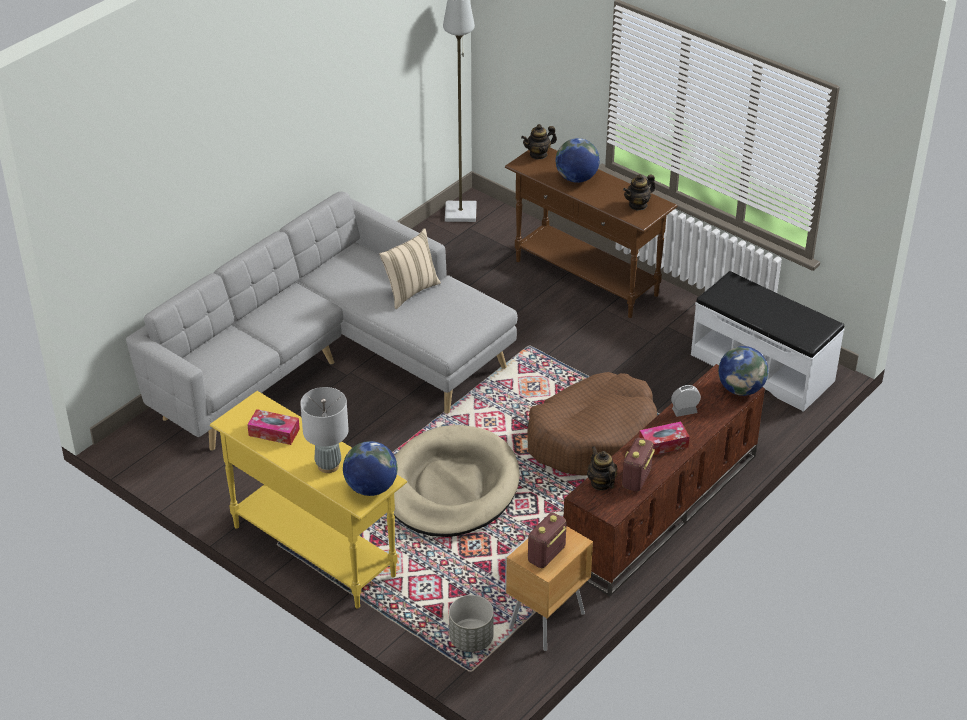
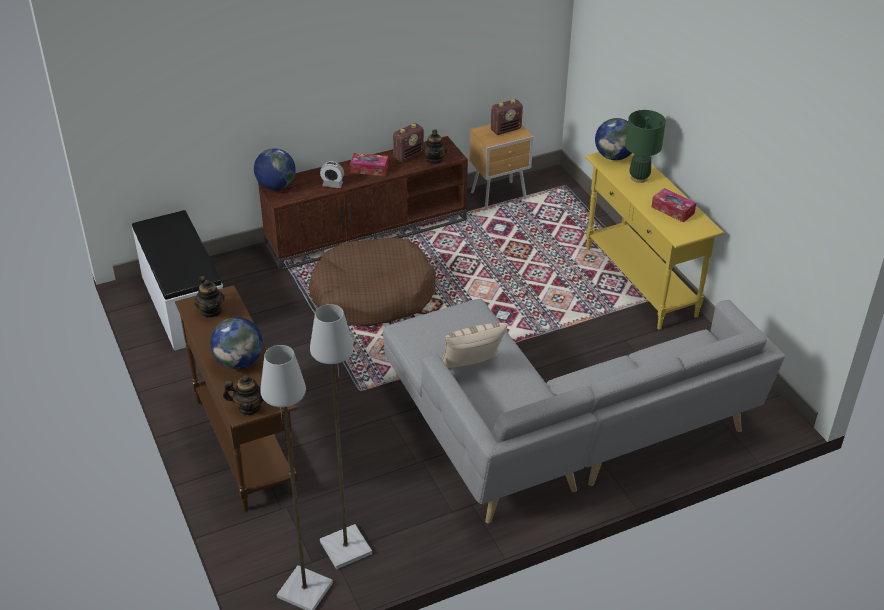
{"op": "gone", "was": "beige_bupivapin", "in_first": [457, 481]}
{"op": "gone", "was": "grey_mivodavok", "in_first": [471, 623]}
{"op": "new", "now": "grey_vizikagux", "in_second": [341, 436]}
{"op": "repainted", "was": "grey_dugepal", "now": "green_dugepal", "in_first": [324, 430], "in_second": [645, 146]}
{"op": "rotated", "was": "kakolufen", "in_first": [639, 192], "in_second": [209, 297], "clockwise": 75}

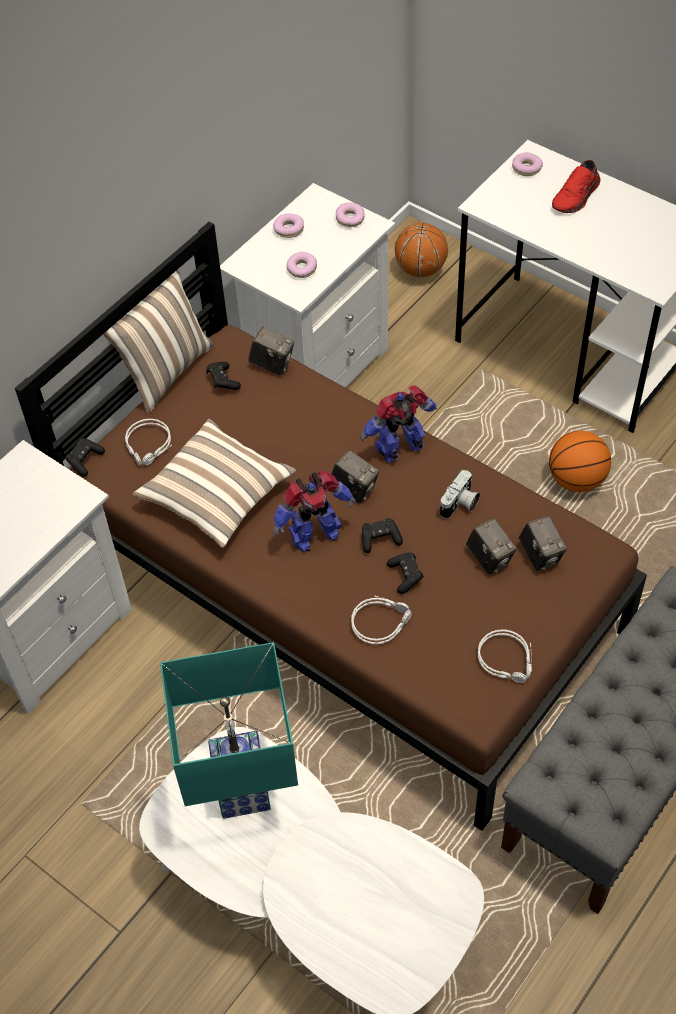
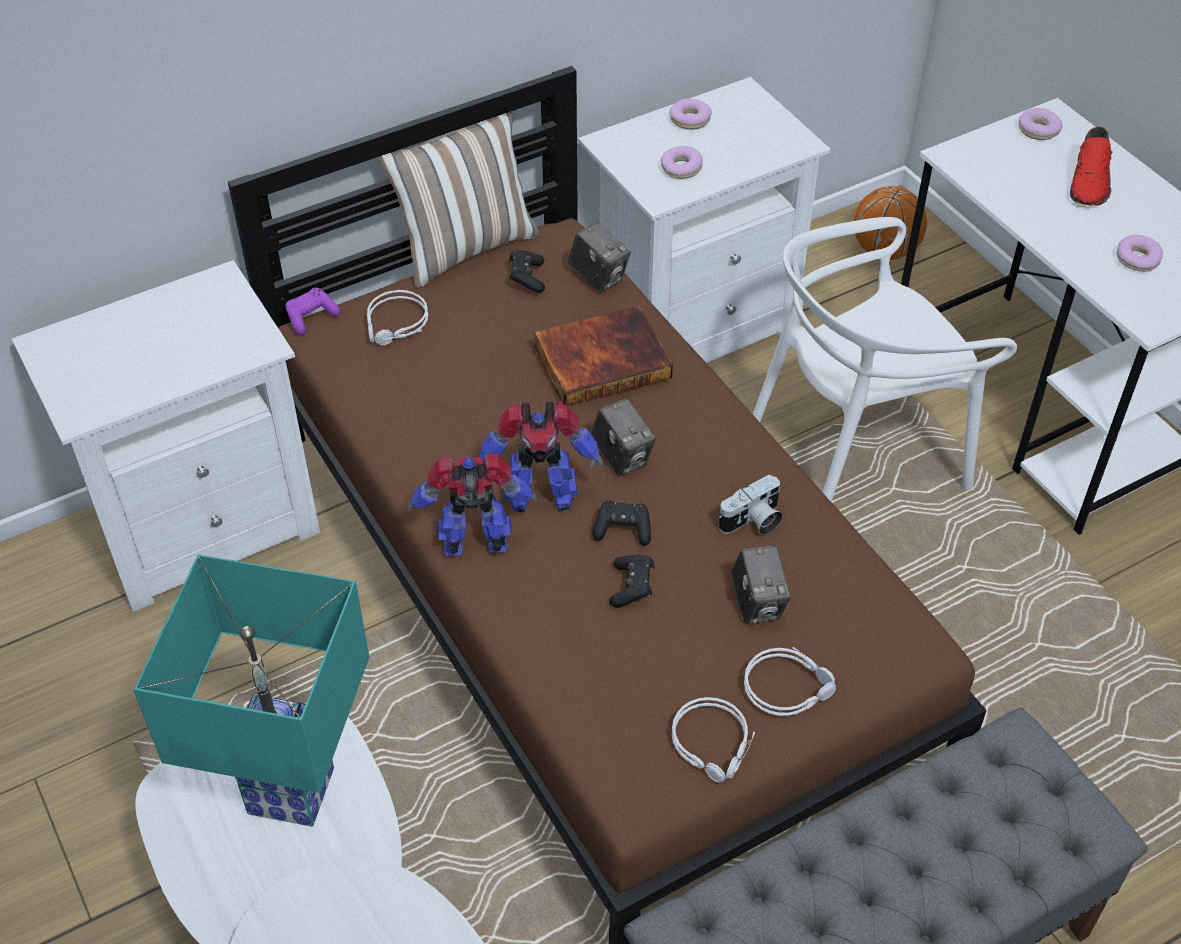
{"op": "gone", "was": "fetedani", "in_first": [214, 483]}
{"op": "gone", "was": "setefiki", "in_first": [543, 543]}
{"op": "gone", "was": "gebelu", "in_first": [580, 461]}
{"op": "new", "now": "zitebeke", "in_second": [603, 356]}
{"op": "new", "now": "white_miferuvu", "in_second": [885, 359]}
{"op": "shifted", "was": "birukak", "in_first": [350, 214], "in_second": [1140, 253]}
{"op": "shifted", "was": "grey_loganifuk", "in_first": [381, 620], "in_second": [790, 681]}
{"op": "shifted", "was": "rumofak", "in_first": [398, 423], "in_second": [472, 504]}
{"op": "repainted", "was": "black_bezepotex", "now": "purple_bezepotex", "in_first": [85, 457], "in_second": [312, 311]}
{"op": "rotated", "was": "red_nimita", "in_first": [576, 186], "in_second": [1091, 166], "clockwise": -45}

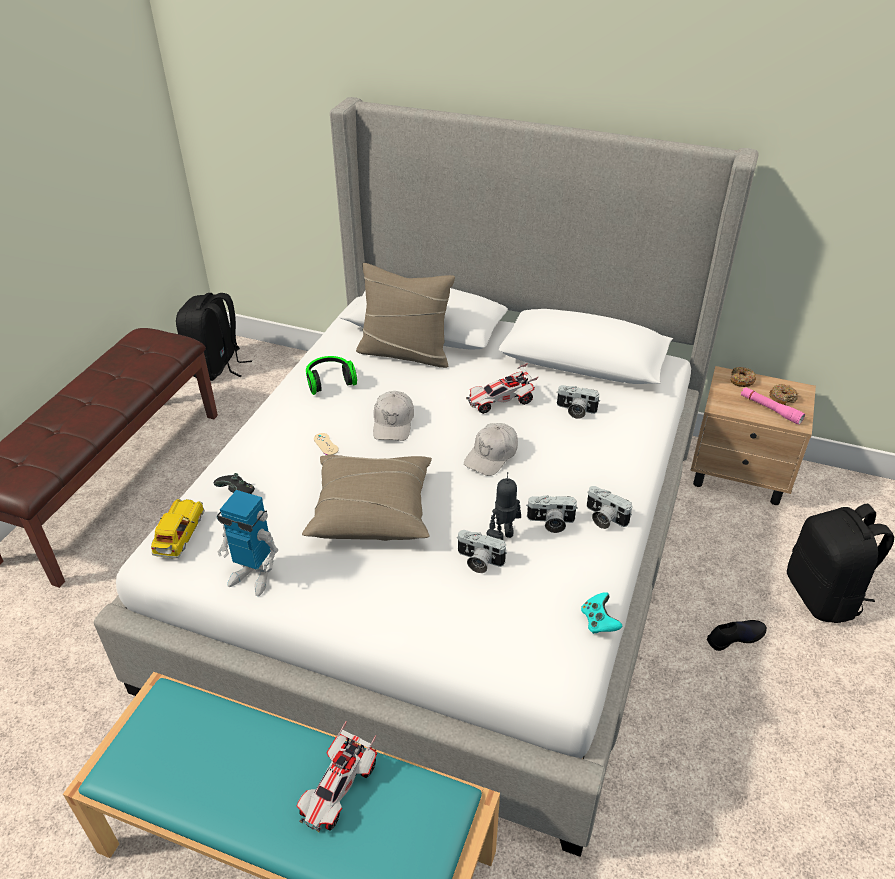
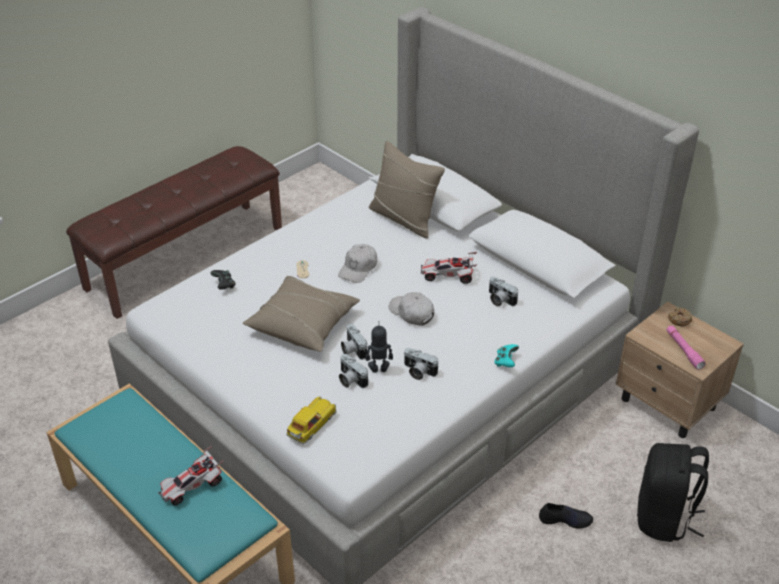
{"op": "gone", "was": "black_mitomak", "in_first": [214, 337]}
{"op": "gone", "was": "rumofak", "in_first": [247, 543]}
{"op": "gone", "was": "loganifuk", "in_first": [331, 375]}
{"op": "gone", "was": "birukak", "in_first": [783, 394]}
{"op": "shifted", "was": "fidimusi", "in_first": [178, 529], "in_second": [311, 420]}
{"op": "shifted", "was": "turquoise_bezepotex", "in_first": [601, 613], "in_second": [506, 355]}
{"op": "shifted", "was": "setefiki", "in_first": [609, 507], "in_second": [354, 342]}
{"op": "rotated", "was": "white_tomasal", "in_first": [491, 449], "in_second": [411, 309], "clockwise": 75}

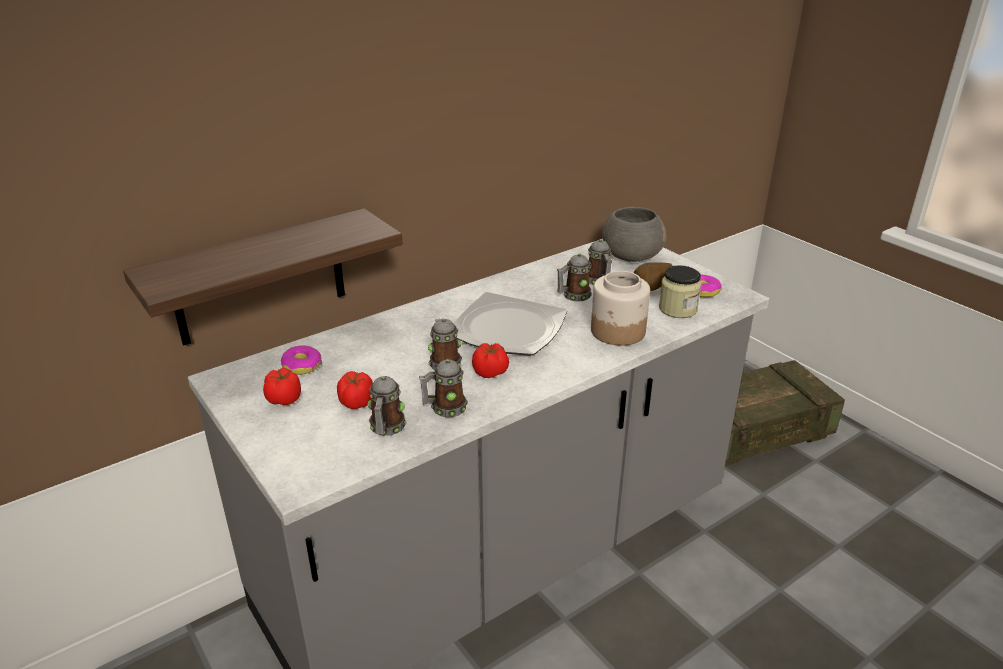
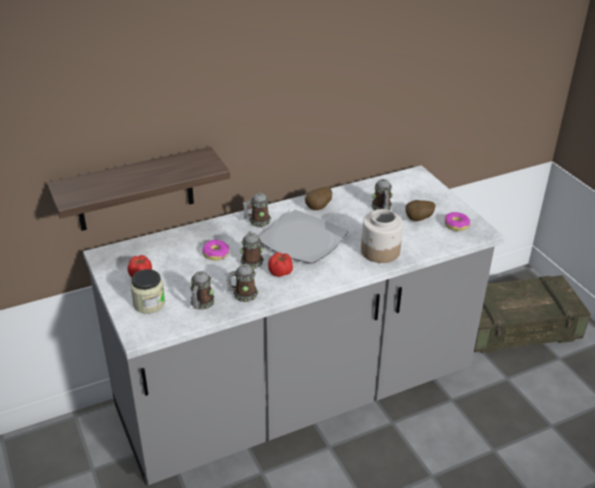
{"op": "gone", "was": "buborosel", "in_first": [355, 390]}
{"op": "gone", "was": "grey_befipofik", "in_first": [634, 234]}
{"op": "new", "now": "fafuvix", "in_second": [318, 198]}
{"op": "shifted", "was": "birukak", "in_first": [301, 360], "in_second": [215, 250]}
{"op": "shifted", "was": "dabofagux", "in_first": [574, 277], "in_second": [257, 210]}
{"op": "shifted", "was": "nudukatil", "in_first": [680, 291], "in_second": [148, 291]}

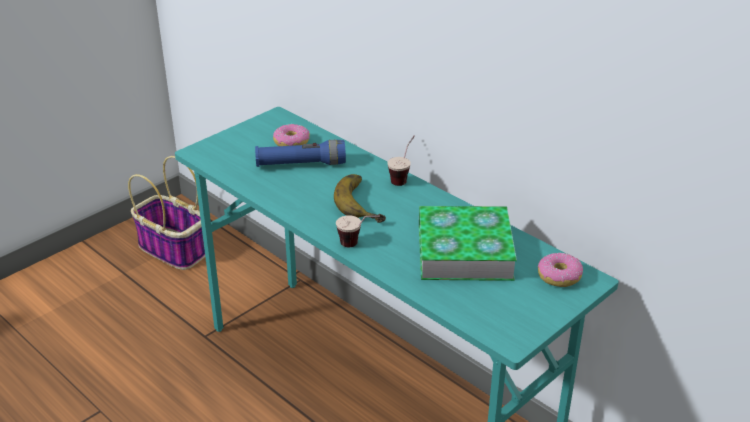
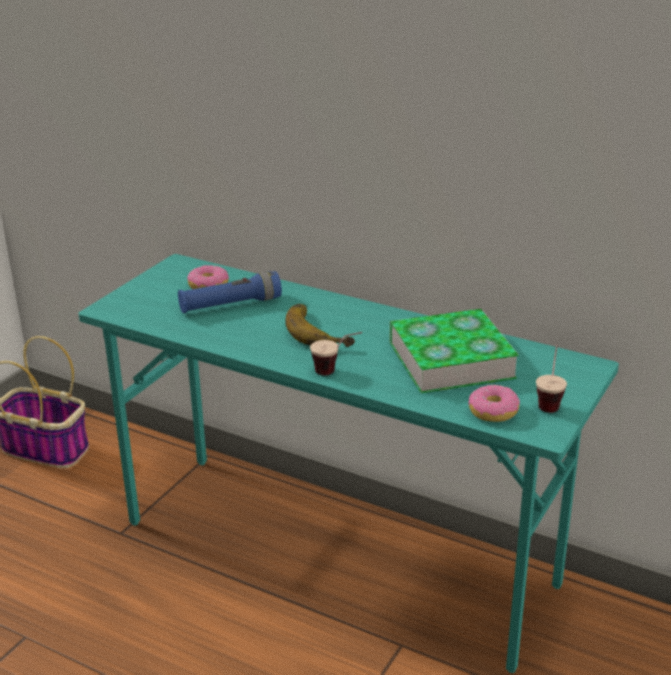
{"op": "shifted", "was": "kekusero", "in_first": [401, 161], "in_second": [551, 379]}
{"op": "shifted", "was": "birukak", "in_first": [560, 270], "in_second": [494, 403]}

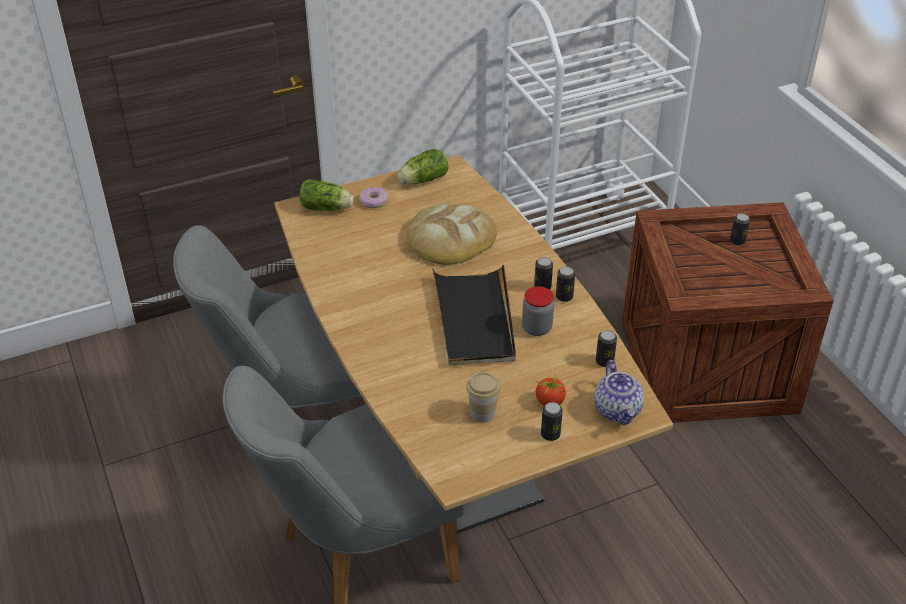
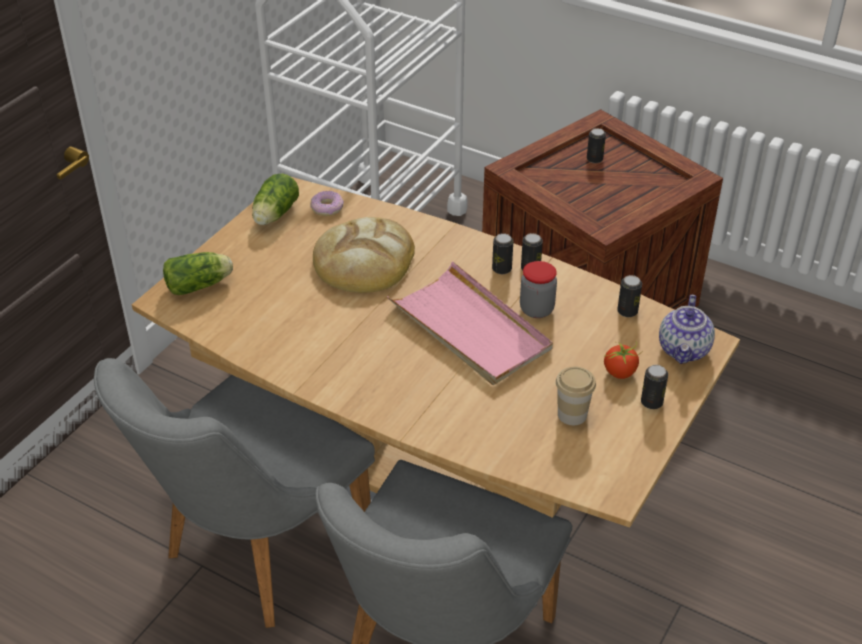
{"op": "shifted", "was": "birukak", "in_first": [373, 197], "in_second": [327, 203]}
{"op": "repainted", "was": "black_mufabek", "now": "pink_mufabek", "in_first": [474, 315], "in_second": [470, 323]}
{"op": "rotated", "was": "kakolufen", "in_first": [619, 393], "in_second": [687, 329], "clockwise": 60}

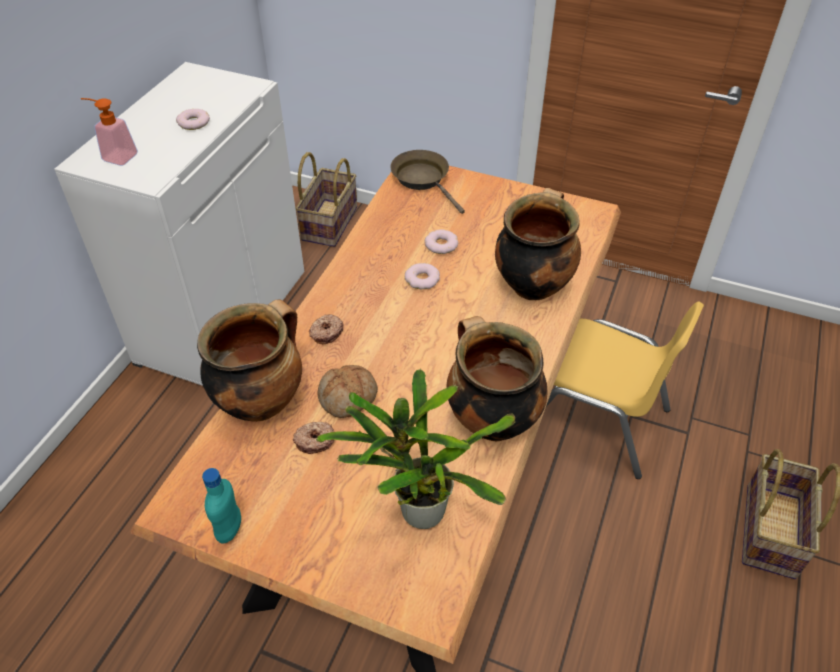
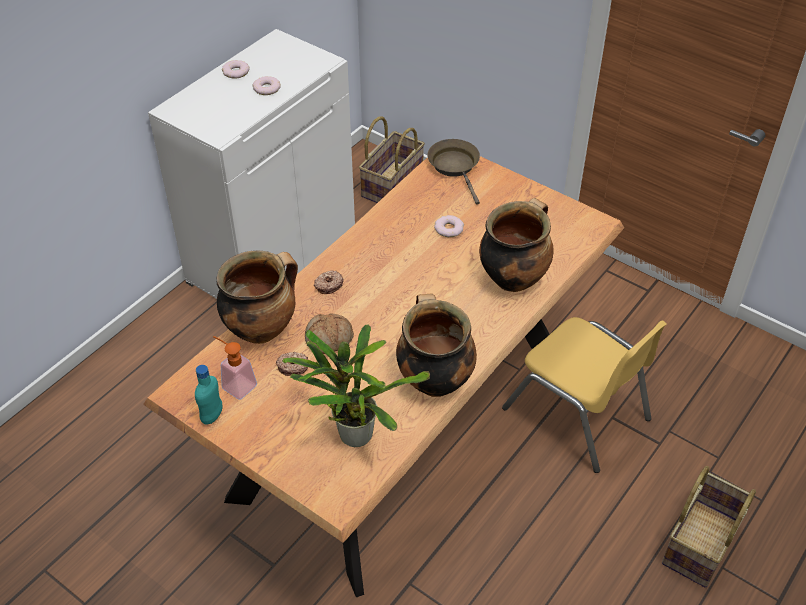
{"op": "shifted", "was": "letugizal", "in_first": [109, 132], "in_second": [235, 368]}
{"op": "shifted", "was": "birukak", "in_first": [422, 276], "in_second": [236, 69]}

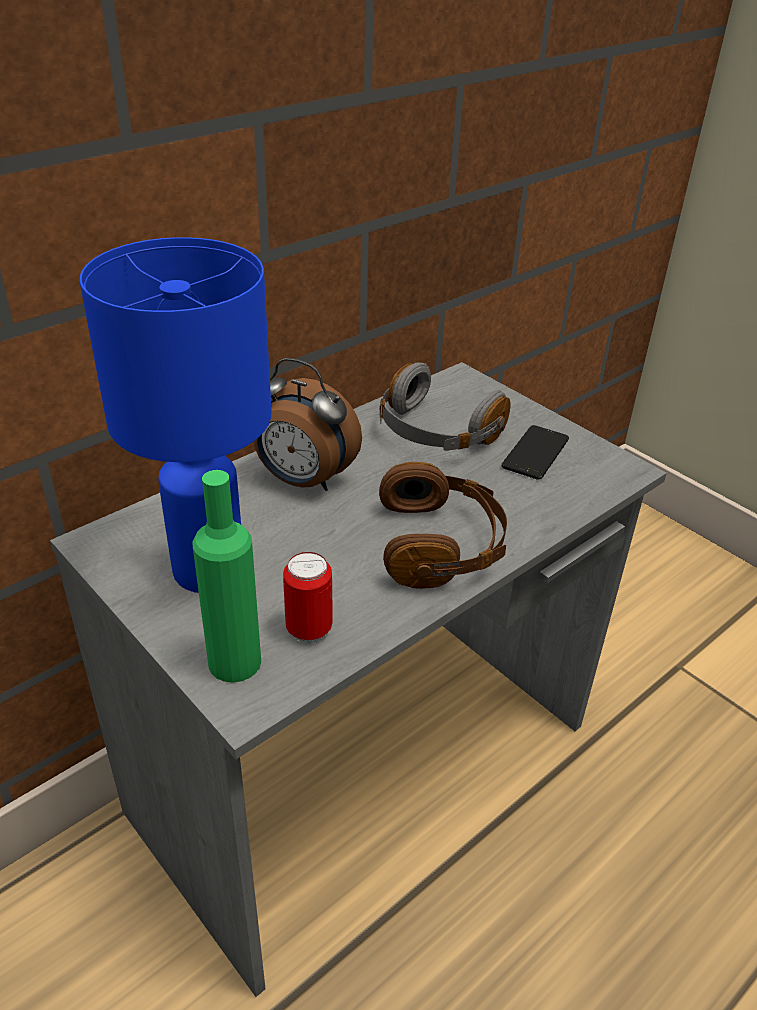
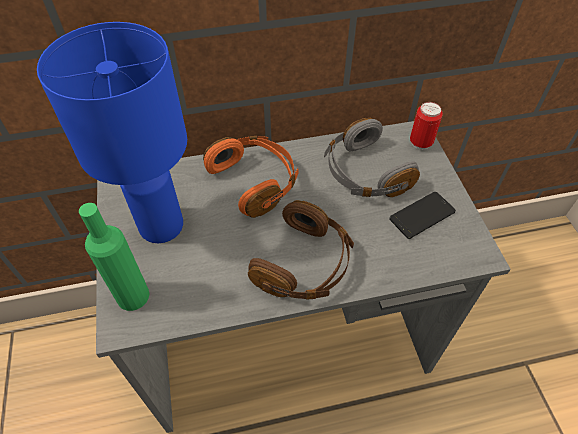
{"op": "shifted", "was": "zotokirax", "in_first": [307, 597], "in_second": [426, 126]}
{"op": "swapped", "was": "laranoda", "now": "orange_loganifuk", "in_first": [308, 424], "in_second": [250, 177]}

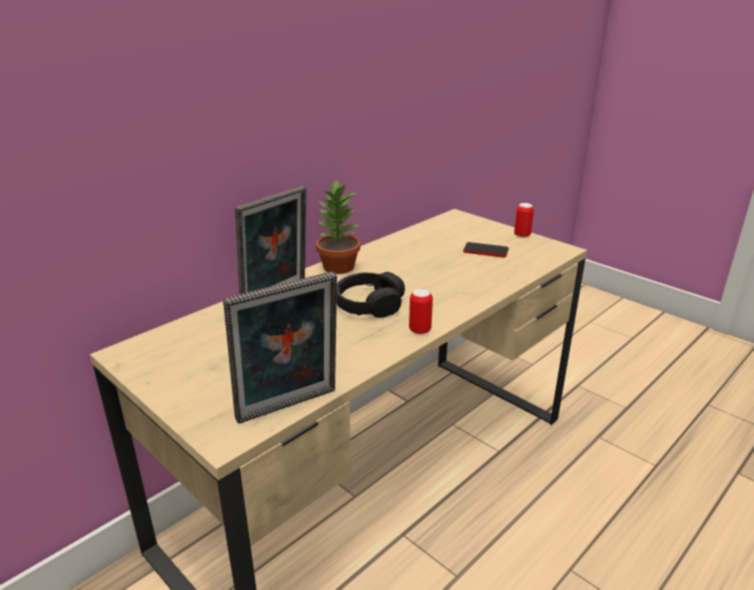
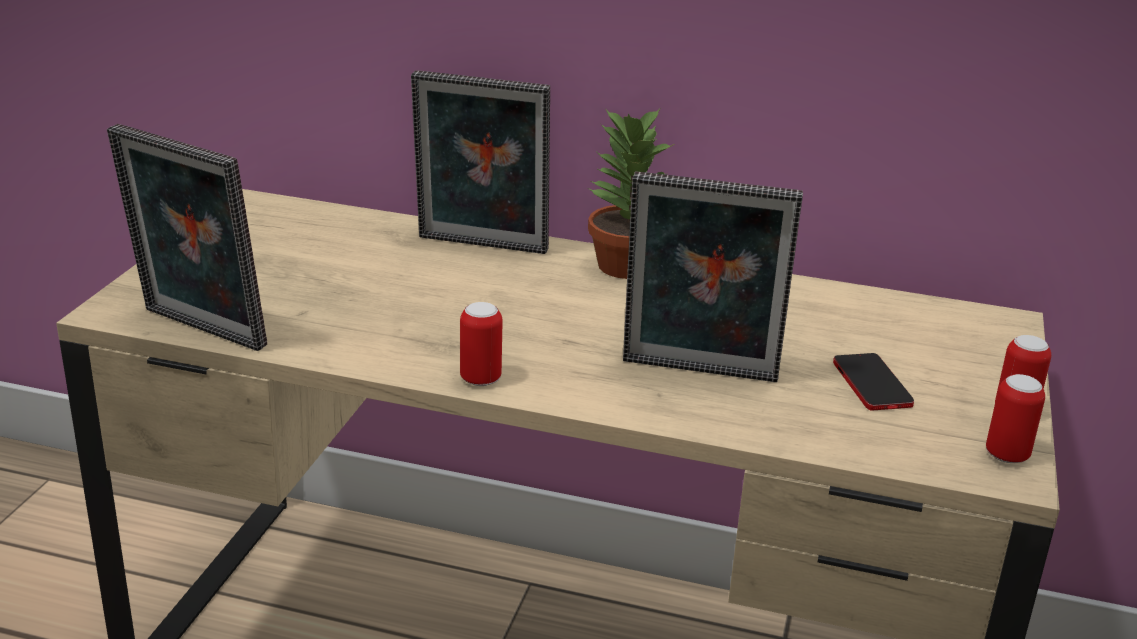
{"op": "gone", "was": "black_loganifuk", "in_first": [371, 295]}
{"op": "new", "now": "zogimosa", "in_second": [713, 277]}
{"op": "new", "now": "zotokirax", "in_second": [1015, 418]}

